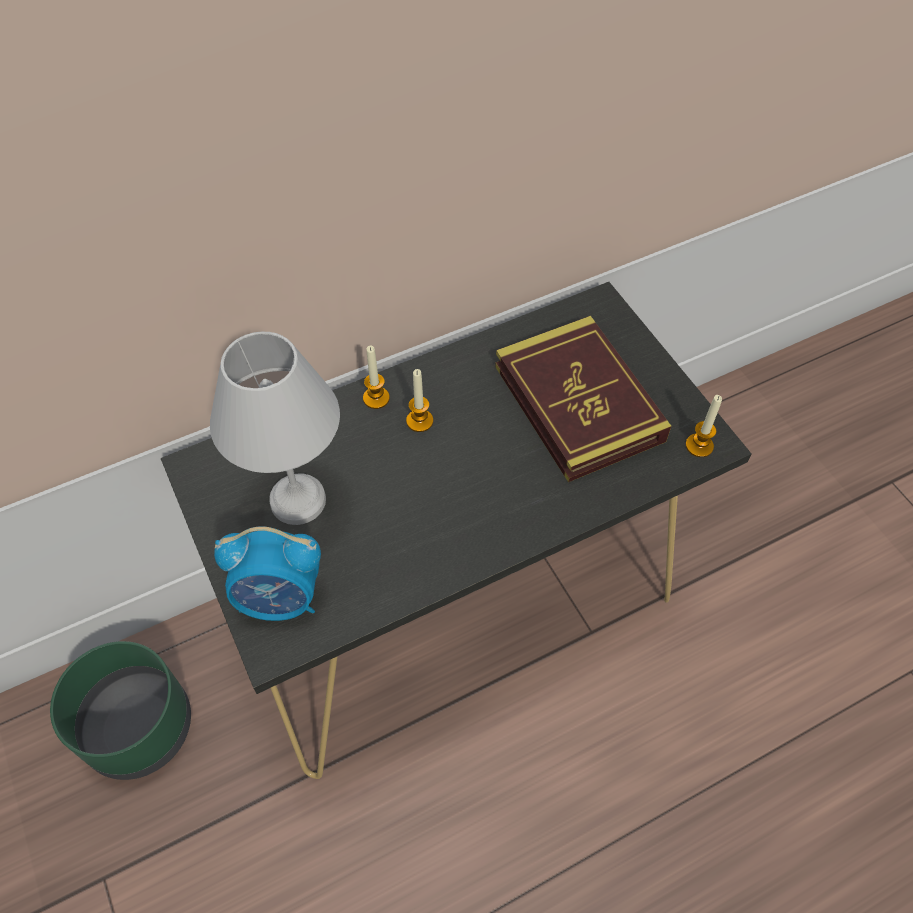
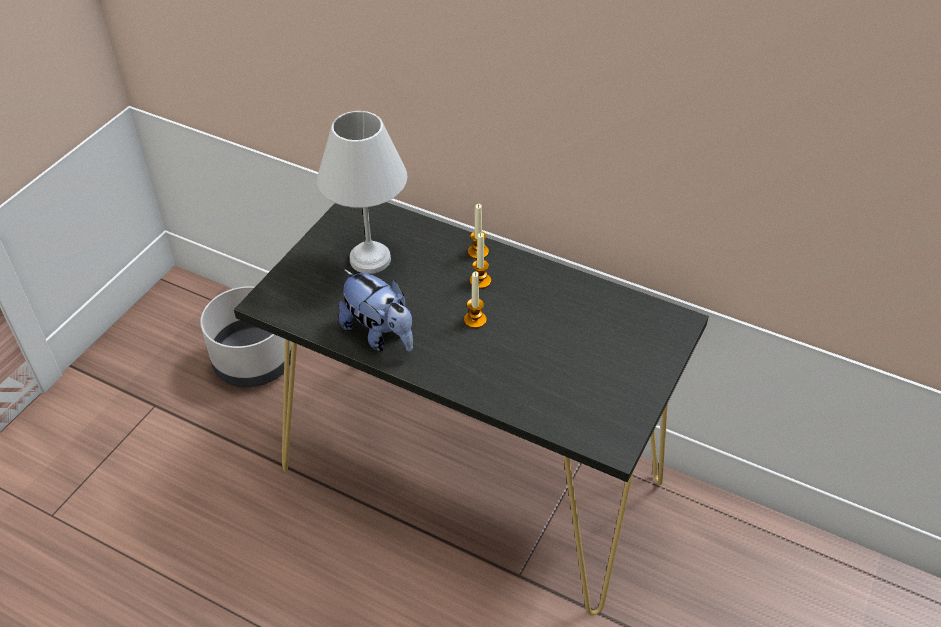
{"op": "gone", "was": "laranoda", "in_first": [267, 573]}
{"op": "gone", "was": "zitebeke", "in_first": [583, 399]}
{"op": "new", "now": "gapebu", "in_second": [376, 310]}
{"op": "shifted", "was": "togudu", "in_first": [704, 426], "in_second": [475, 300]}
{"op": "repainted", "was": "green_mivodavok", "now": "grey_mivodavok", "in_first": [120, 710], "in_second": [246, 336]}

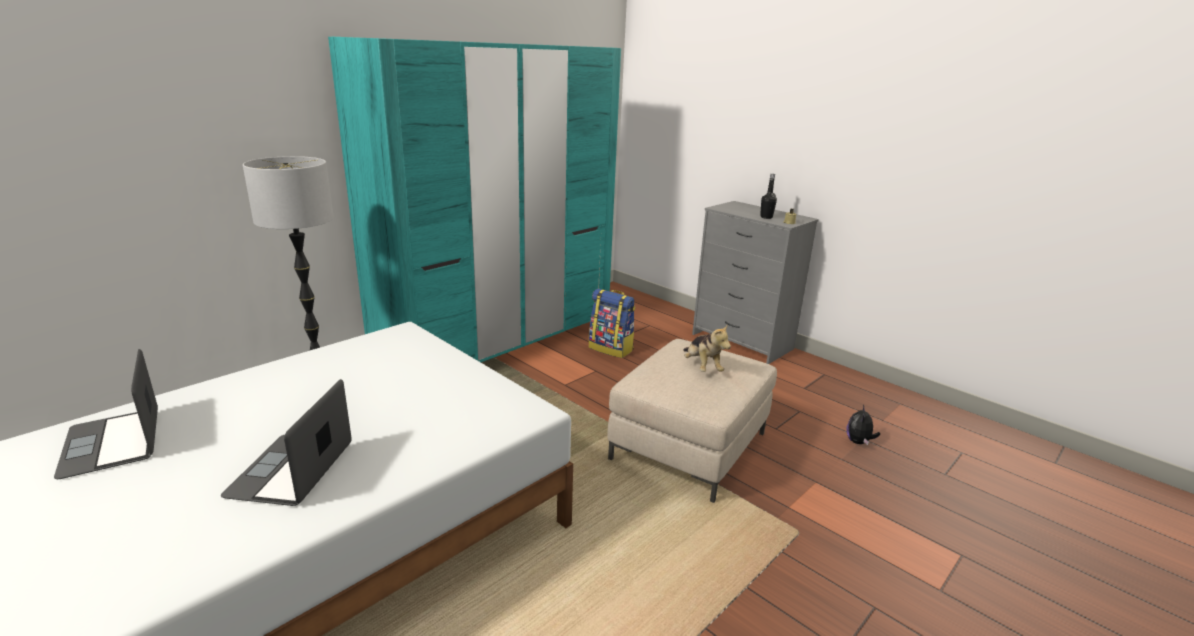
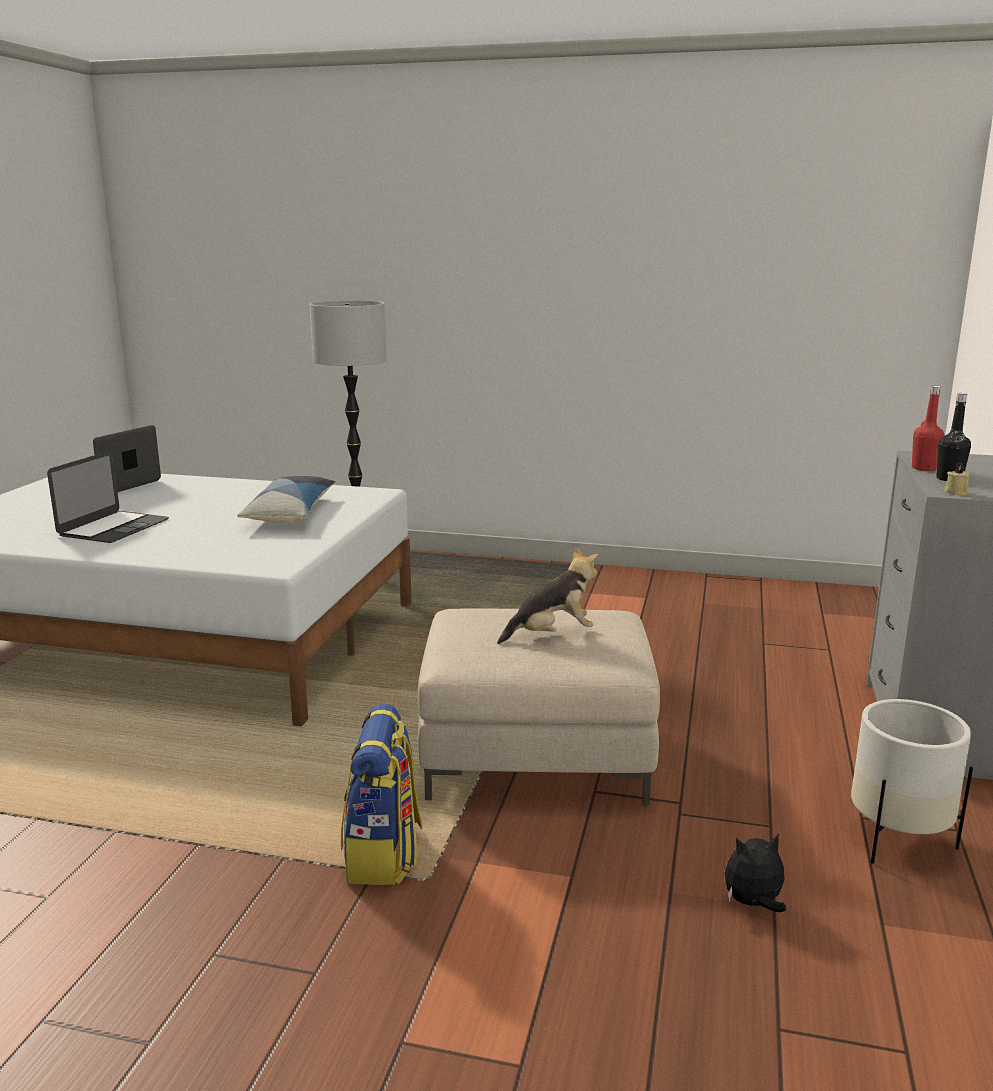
{"op": "gone", "was": "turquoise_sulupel", "in_first": [474, 199]}
{"op": "new", "now": "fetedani", "in_second": [286, 499]}
{"op": "new", "now": "white_mivodavok", "in_second": [912, 781]}
{"op": "new", "now": "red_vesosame", "in_second": [928, 428]}
{"op": "shifted", "was": "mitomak", "in_first": [612, 323], "in_second": [381, 794]}
{"op": "rotated", "was": "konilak", "in_first": [286, 442], "in_second": [108, 497], "clockwise": 135}
{"op": "rotated", "was": "gapebu", "in_first": [707, 348], "in_second": [547, 595], "clockwise": -150}

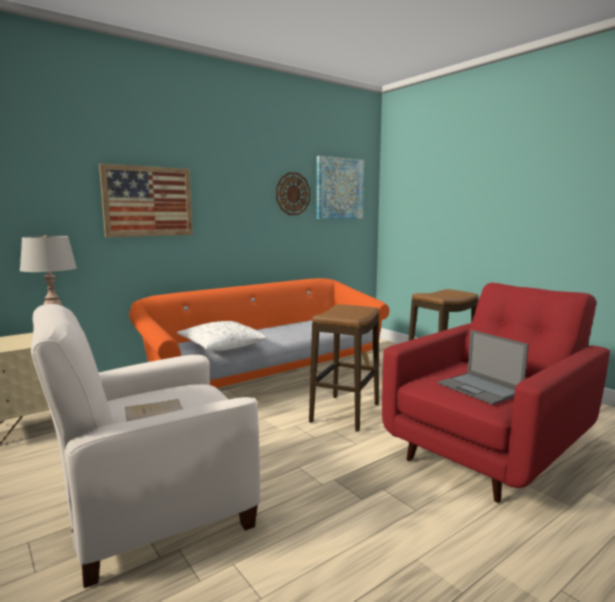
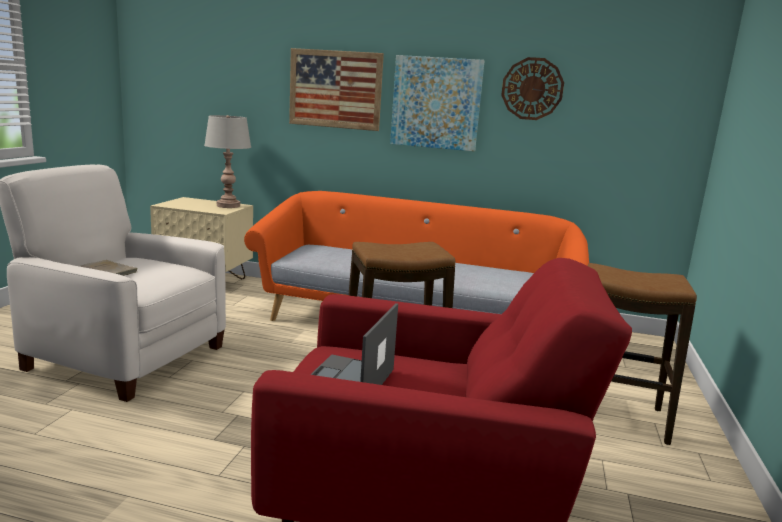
{"op": "gone", "was": "white_fetedani", "in_first": [221, 336]}
{"op": "shifted", "was": "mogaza", "in_first": [340, 187], "in_second": [437, 103]}

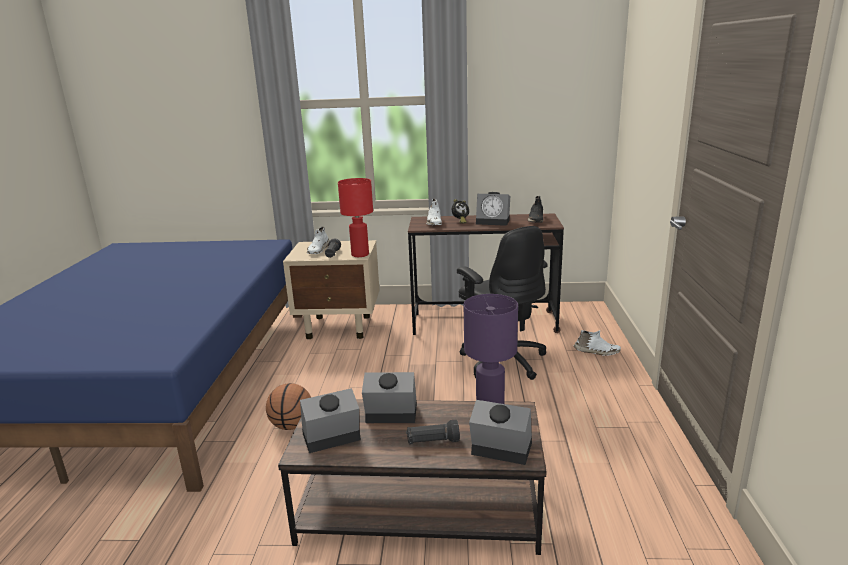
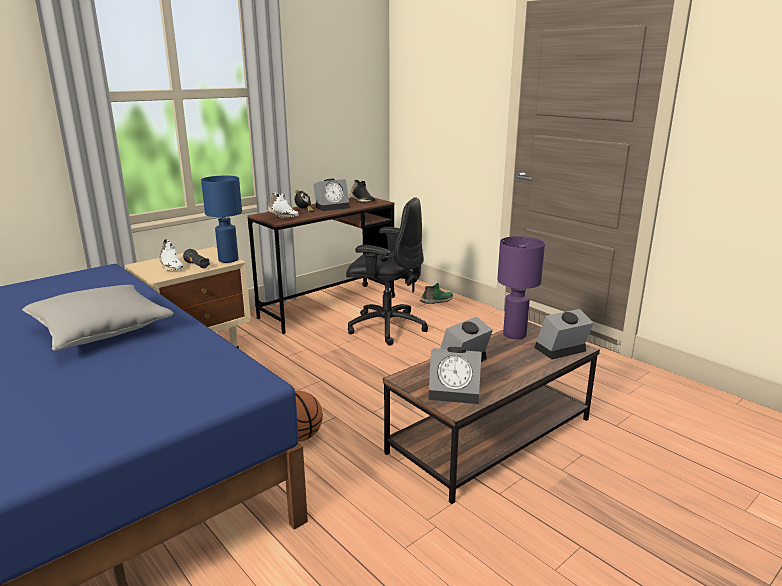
{"op": "gone", "was": "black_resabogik", "in_first": [433, 432]}
{"op": "new", "now": "grey_fetedani", "in_second": [97, 318]}
{"op": "repainted", "was": "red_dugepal", "now": "blue_dugepal", "in_first": [355, 217], "in_second": [221, 219]}
{"op": "repainted", "was": "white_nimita", "now": "green_nimita", "in_first": [597, 343], "in_second": [436, 293]}
{"op": "rotated", "was": "laranoda", "in_first": [330, 420], "in_second": [455, 375], "clockwise": -105}

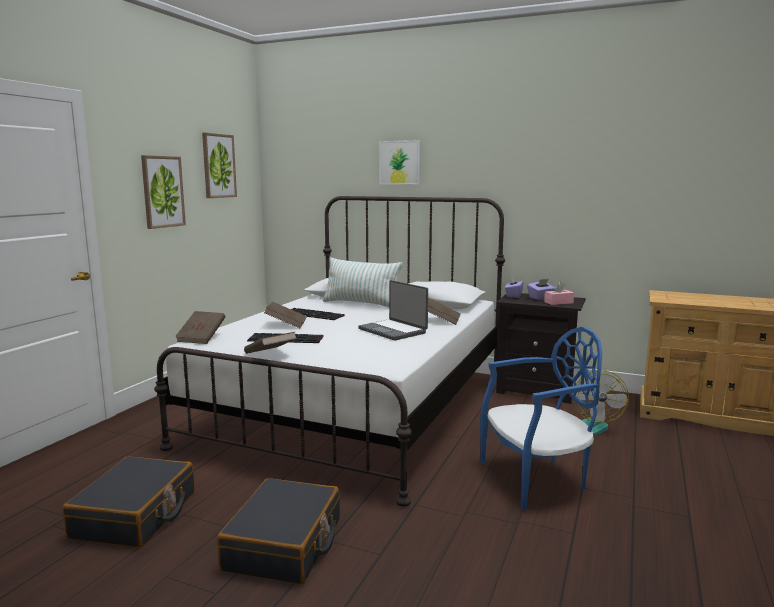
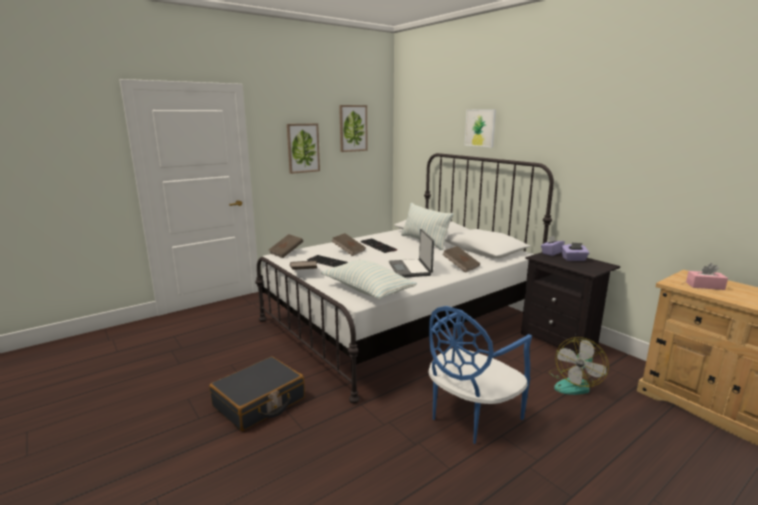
{"op": "gone", "was": "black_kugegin", "in_first": [128, 502]}
{"op": "new", "now": "fetedani", "in_second": [369, 280]}
{"op": "shifted", "was": "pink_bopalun", "in_first": [559, 293], "in_second": [707, 276]}
{"op": "rotated", "was": "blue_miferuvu", "in_first": [541, 418], "in_second": [480, 375], "clockwise": 120}

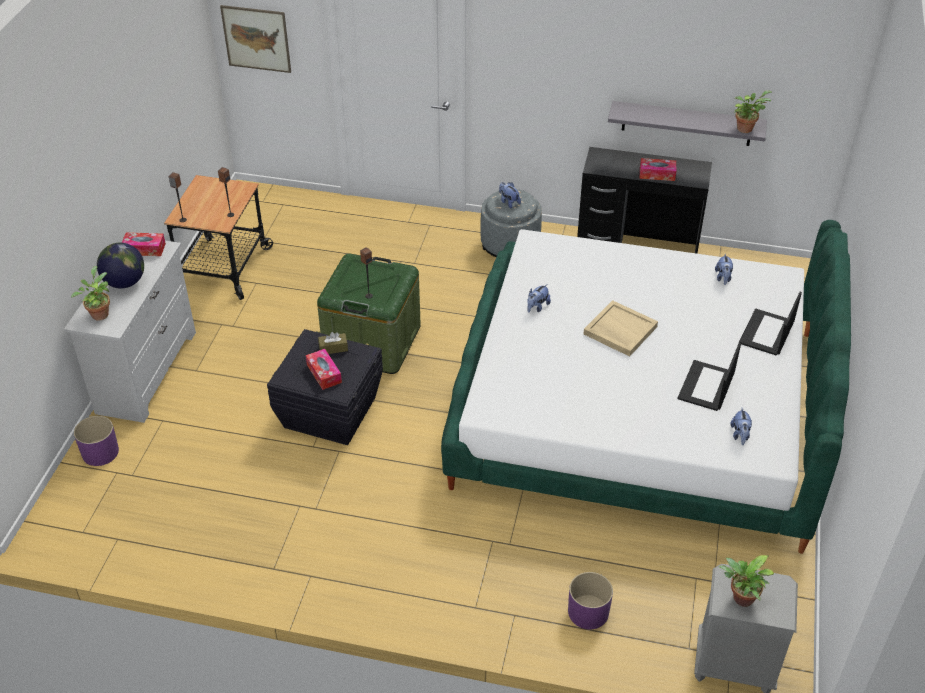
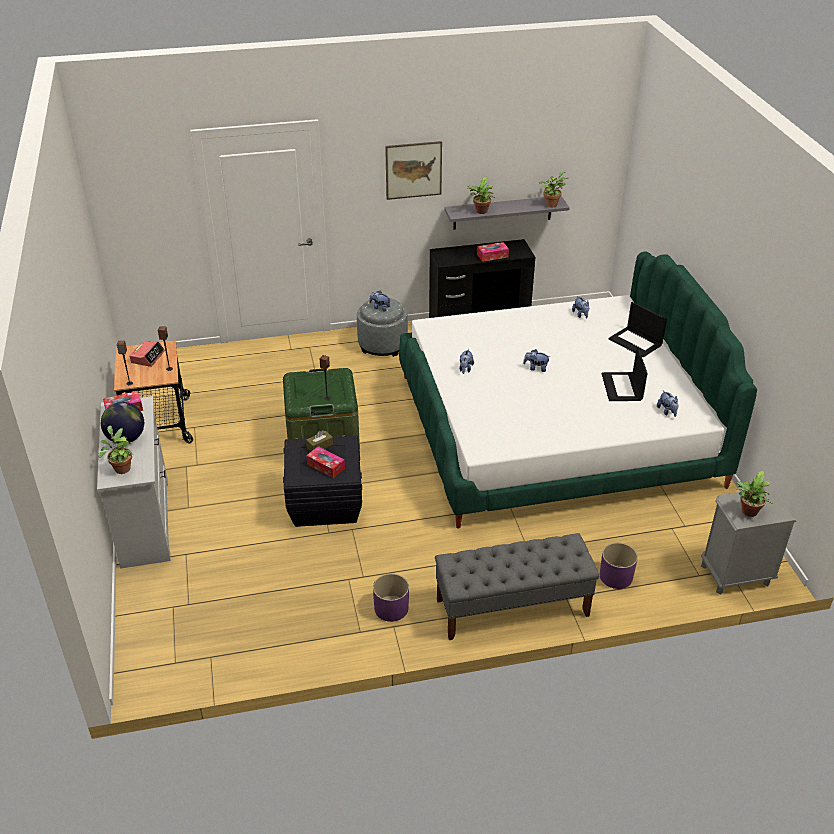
{"op": "new", "now": "laranoda", "in_second": [147, 353]}
{"op": "new", "now": "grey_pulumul", "in_second": [517, 586]}
{"op": "new", "now": "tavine", "in_second": [481, 195]}
{"op": "shifted", "was": "purple_mivodavok", "in_first": [96, 441], "in_second": [391, 598]}
{"op": "shifted", "was": "mogaza", "in_first": [255, 39], "in_second": [413, 170]}
{"op": "swapped", "was": "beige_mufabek", "now": "gapebu", "in_first": [621, 328], "in_second": [536, 360]}
{"op": "rotated", "was": "konilak", "in_first": [770, 324], "in_second": [638, 329], "clockwise": -45}

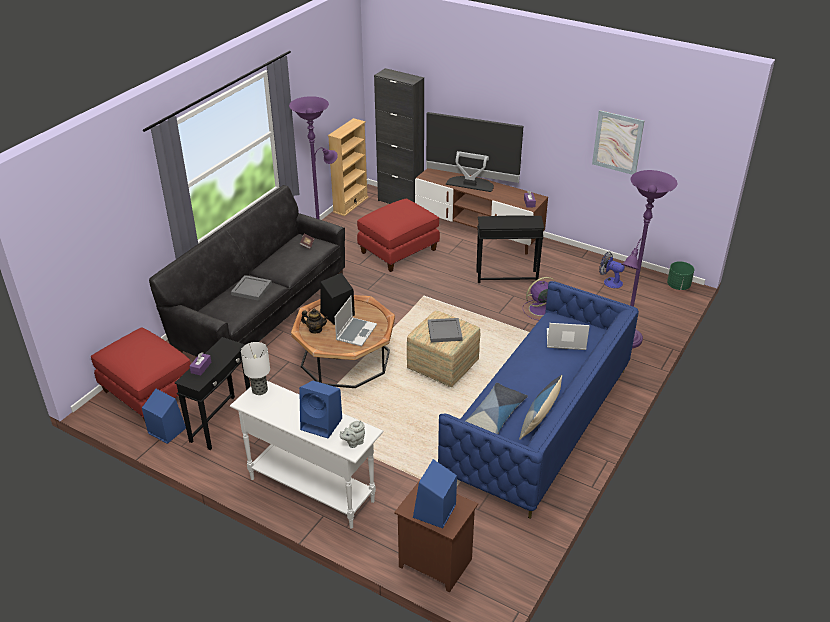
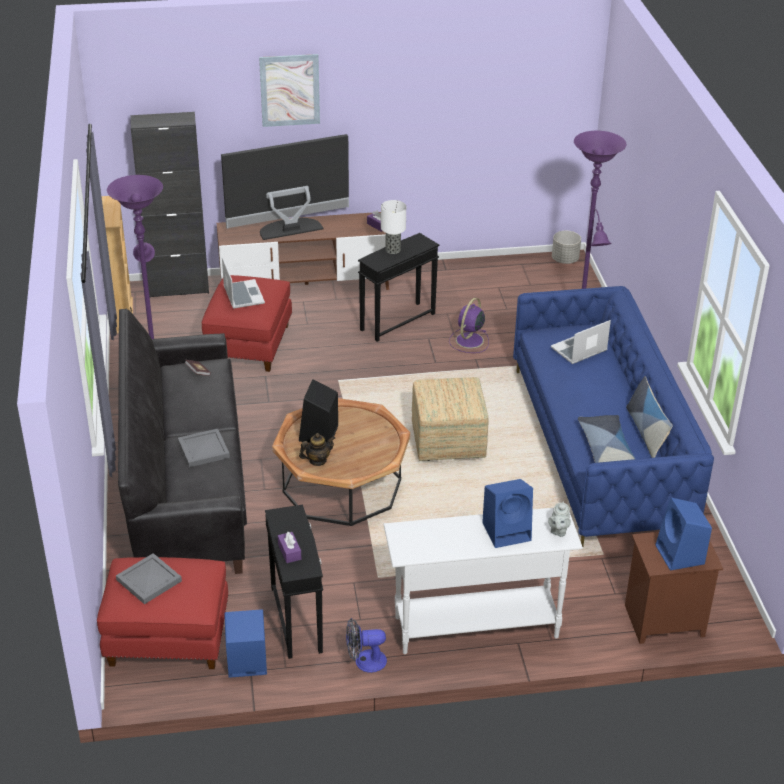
{"op": "shifted", "was": "dugepal", "in_first": [255, 368], "in_second": [393, 227]}
{"op": "shifted", "was": "konilak", "in_first": [356, 321], "in_second": [243, 283]}
{"op": "shifted", "was": "grey_mufabek", "in_first": [445, 330], "in_second": [149, 578]}
{"op": "shifted", "was": "mogaza", "in_first": [618, 142], "in_second": [289, 90]}
{"op": "shifted", "was": "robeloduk", "in_first": [612, 269], "in_second": [366, 645]}
{"op": "repainted", "was": "green_mivodavok", "now": "grey_mivodavok", "in_first": [680, 275], "in_second": [566, 247]}

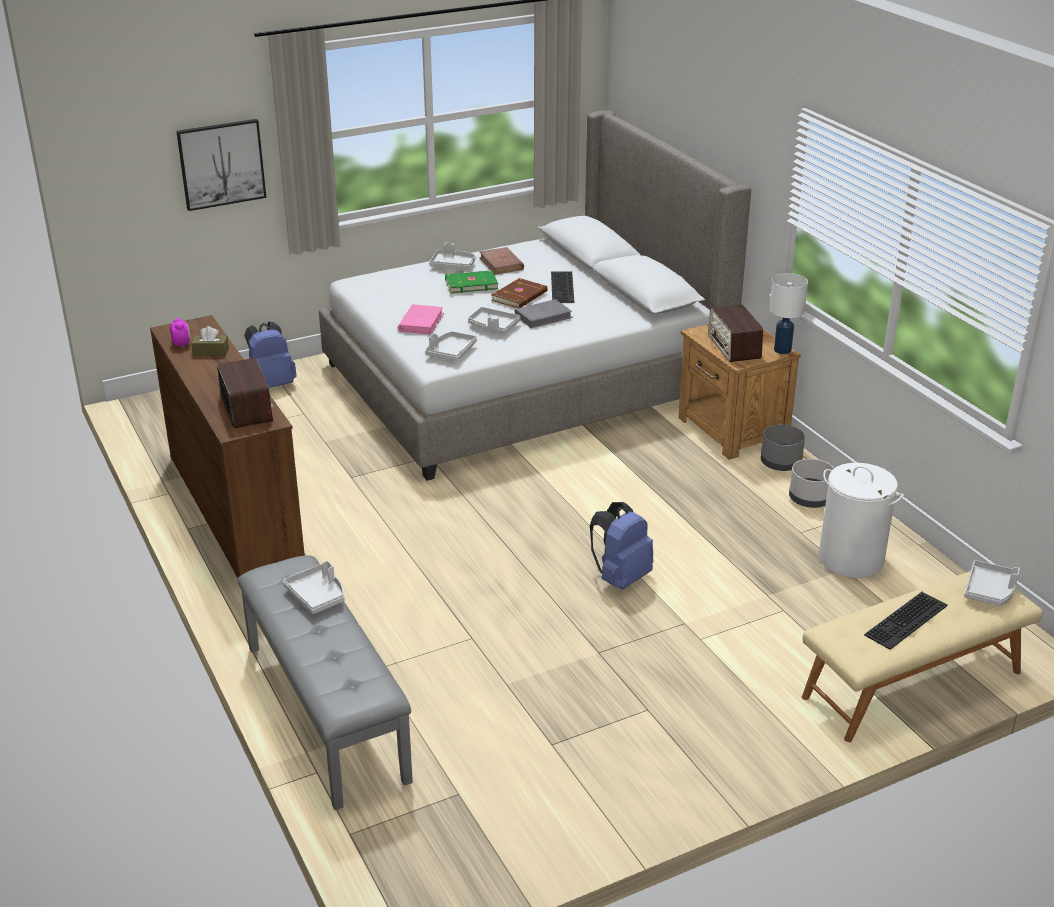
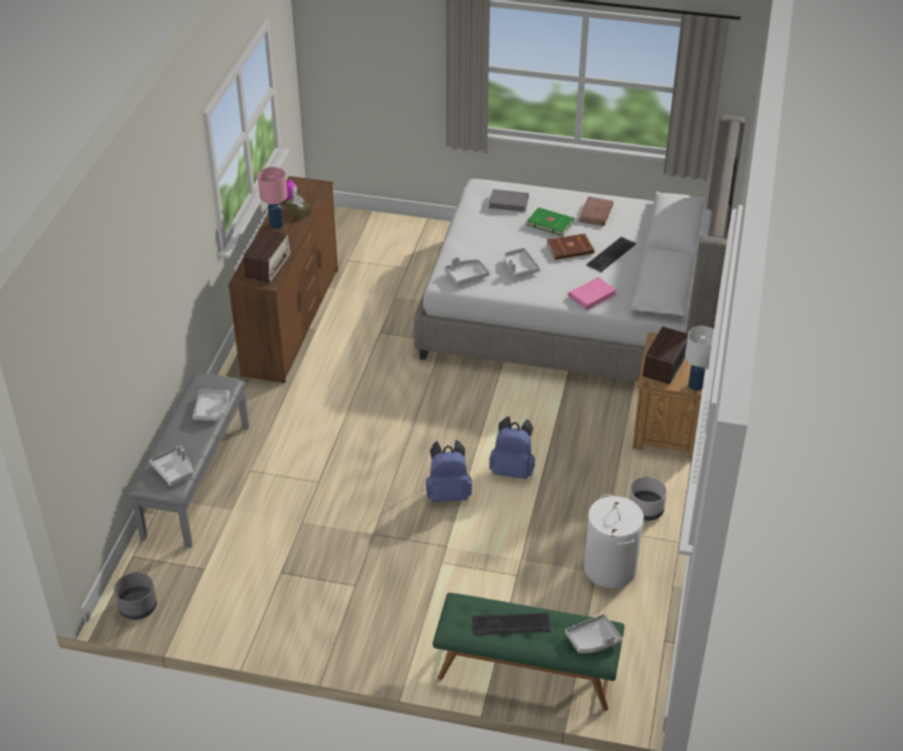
{"op": "gone", "was": "mogaza", "in_first": [221, 165]}
{"op": "new", "now": "pink_dugepal", "in_second": [272, 198]}
{"op": "shifted", "was": "blue_mitomak", "in_first": [270, 355], "in_second": [512, 447]}
{"op": "shifted", "was": "pink_zitebeke", "in_first": [421, 319], "in_second": [592, 293]}
{"op": "shifted", "was": "grey_mufabek", "in_first": [452, 256], "in_second": [171, 465]}
{"op": "shifted", "was": "grey_zitebeke", "in_first": [544, 313], "in_second": [509, 200]}
{"op": "shifted", "was": "grey_mivodavok", "in_first": [783, 447], "in_second": [135, 596]}
{"op": "repainted", "was": "beige_pulumul", "now": "green_pulumul", "in_first": [922, 656], "in_second": [529, 652]}

